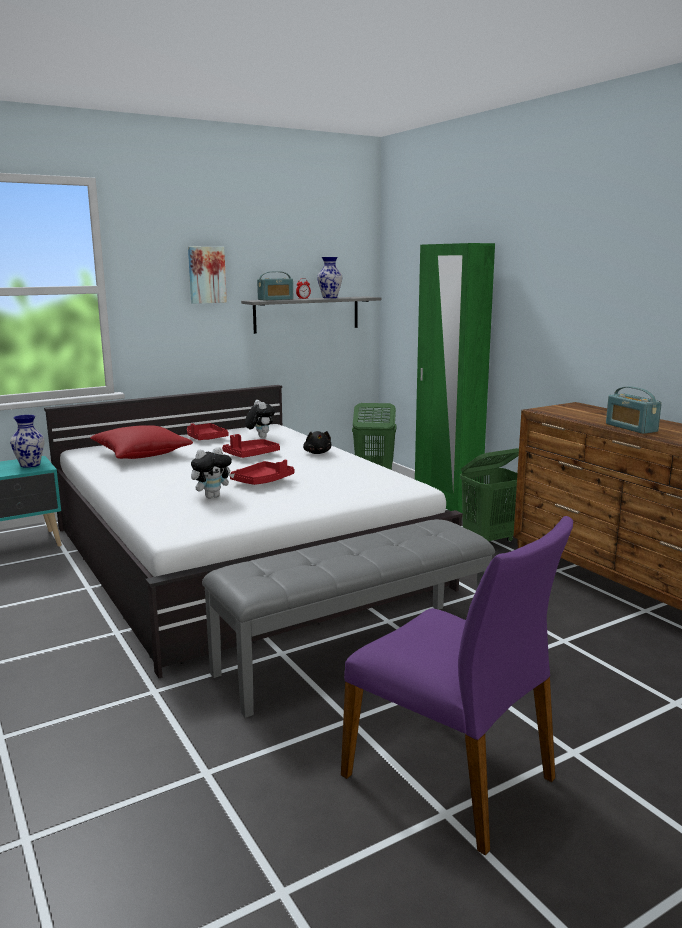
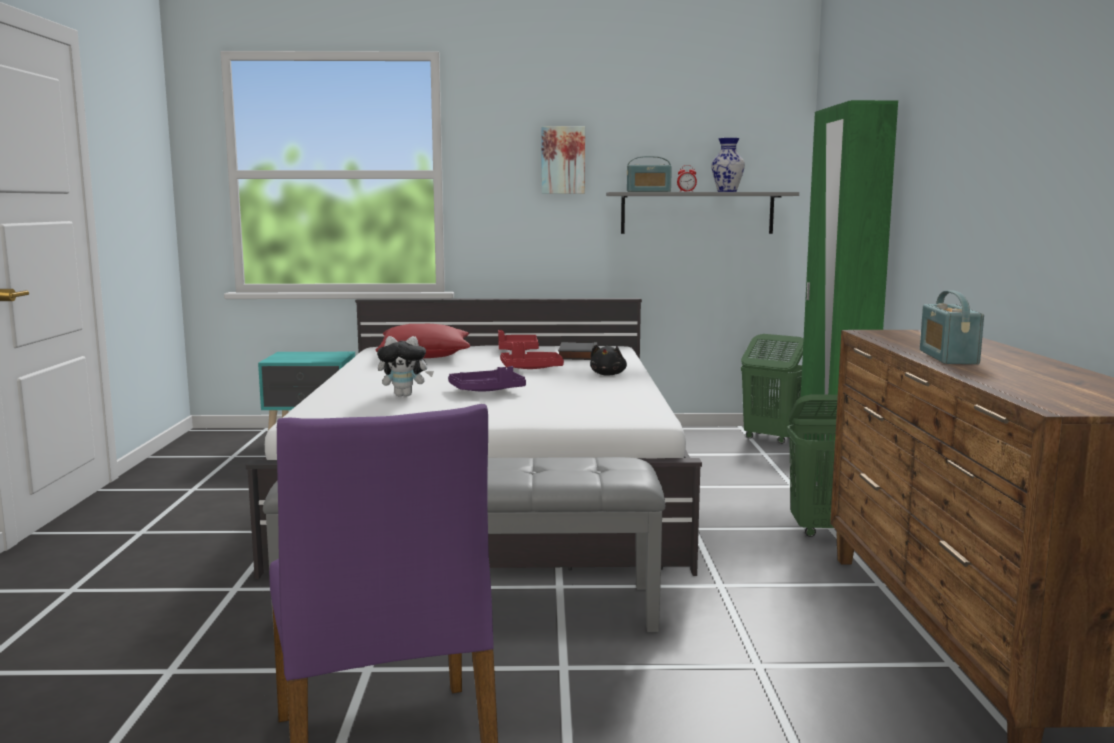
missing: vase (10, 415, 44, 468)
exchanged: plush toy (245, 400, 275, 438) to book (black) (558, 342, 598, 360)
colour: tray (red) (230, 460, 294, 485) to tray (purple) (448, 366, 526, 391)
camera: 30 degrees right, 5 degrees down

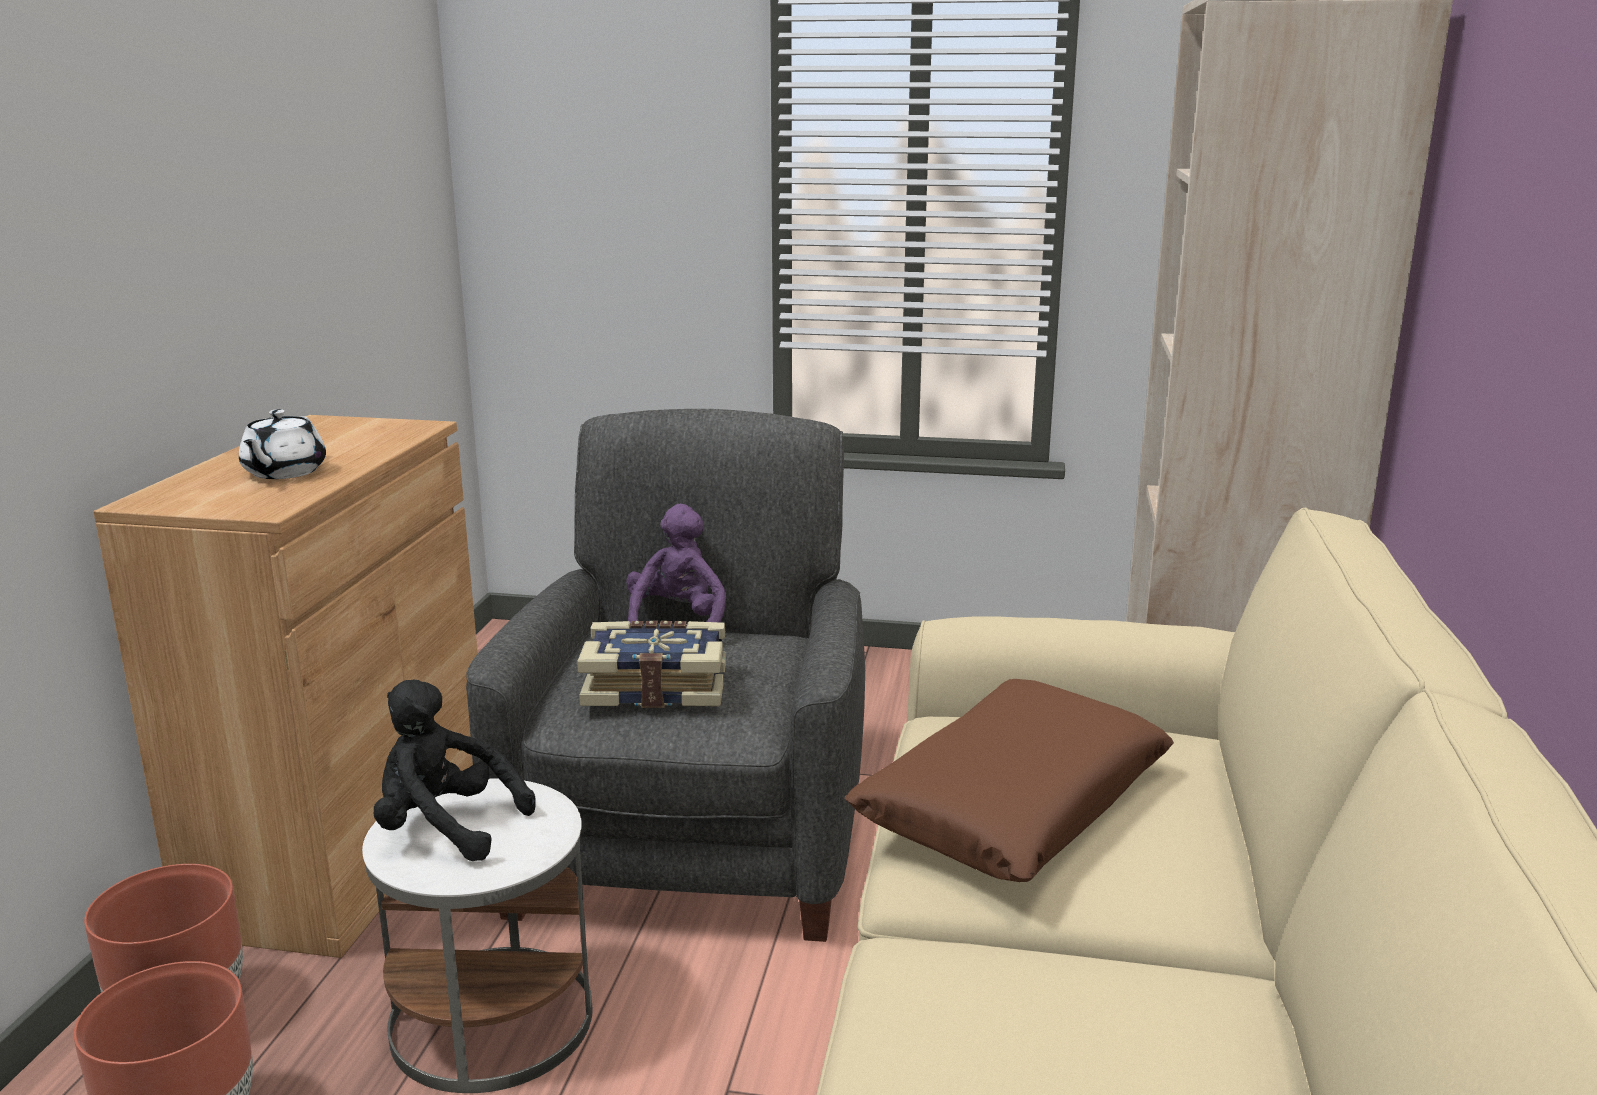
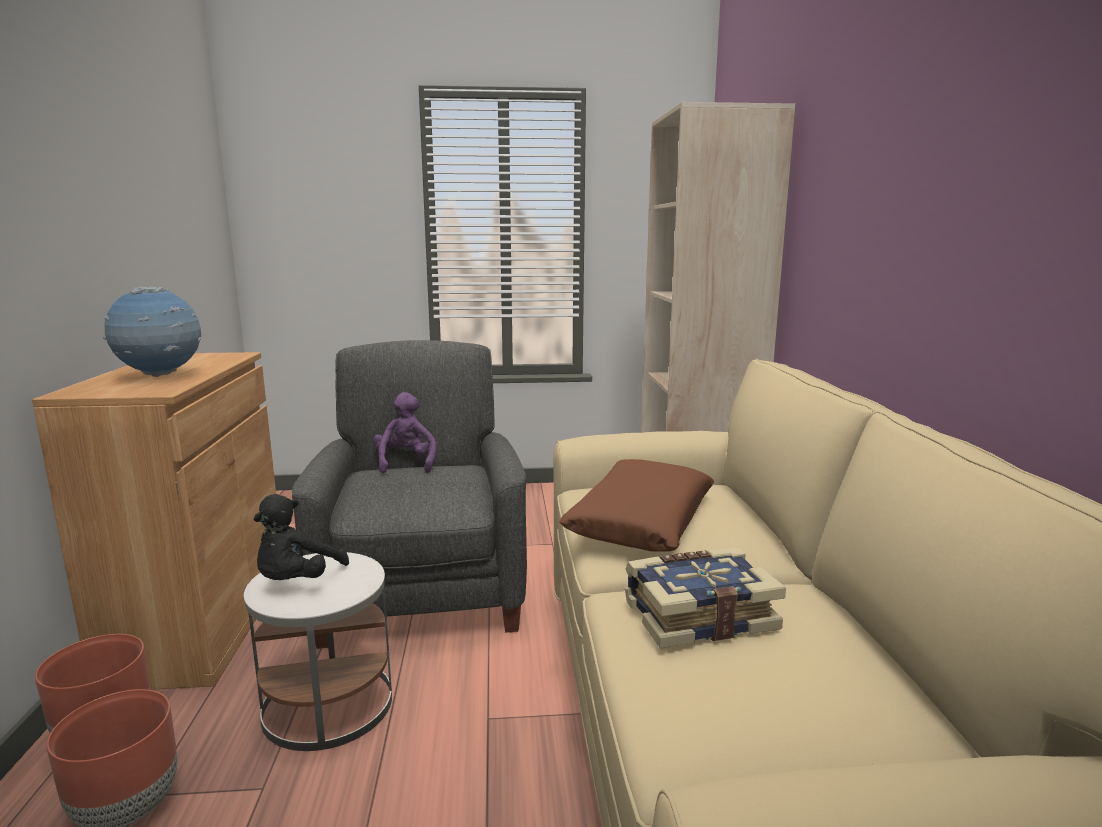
relocated: book (577, 621, 726, 708) to (625, 548, 786, 649)
exchanged: teapot (white) (239, 409, 326, 479) to globe (103, 286, 201, 377)
spun: plush toy (black) (374, 680, 536, 861) = (254, 494, 349, 580) 75 degrees counterclockwise
camera: 15 degrees left, 5 degrees down

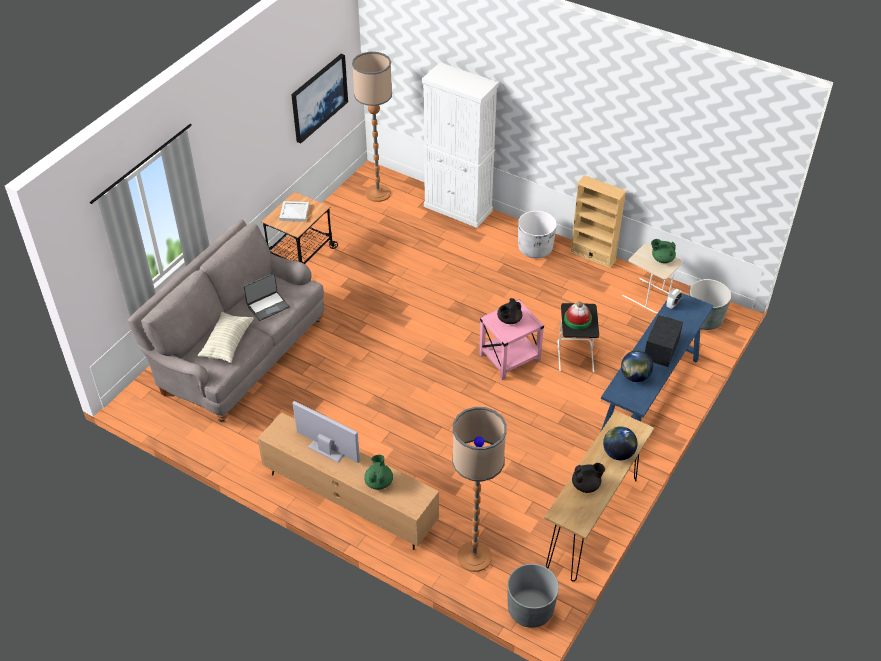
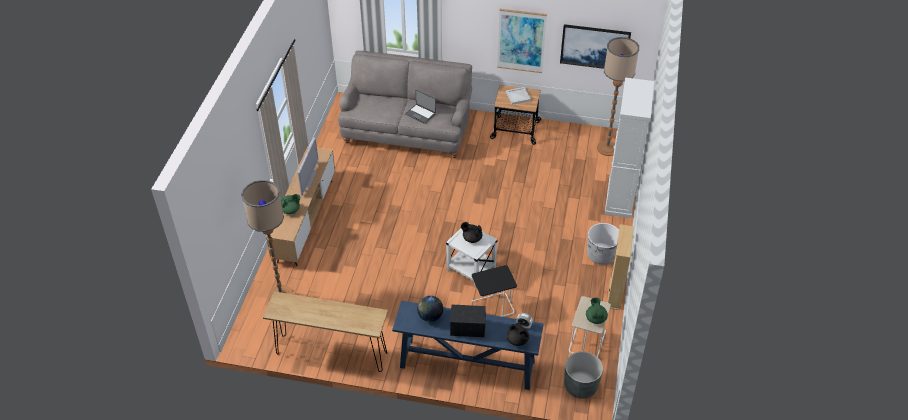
missing: pillow (198, 312, 254, 363); planter (grey) (507, 564, 559, 628); hat (564, 302, 592, 329); globe (603, 426, 638, 460)
appeared: picture (497, 9, 547, 73)
relocated: teapot (black) (572, 463, 605, 493) to (507, 322, 529, 346)
colour: side table (pink) (479, 300, 544, 380) to side table (white) (446, 228, 498, 287)
camera: 70 degrees right, 0 degrees up

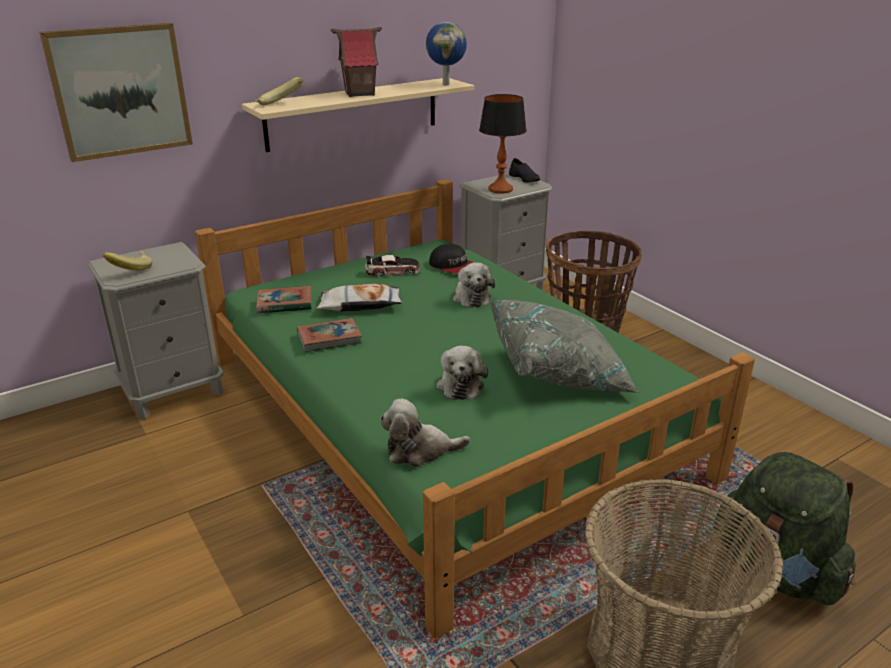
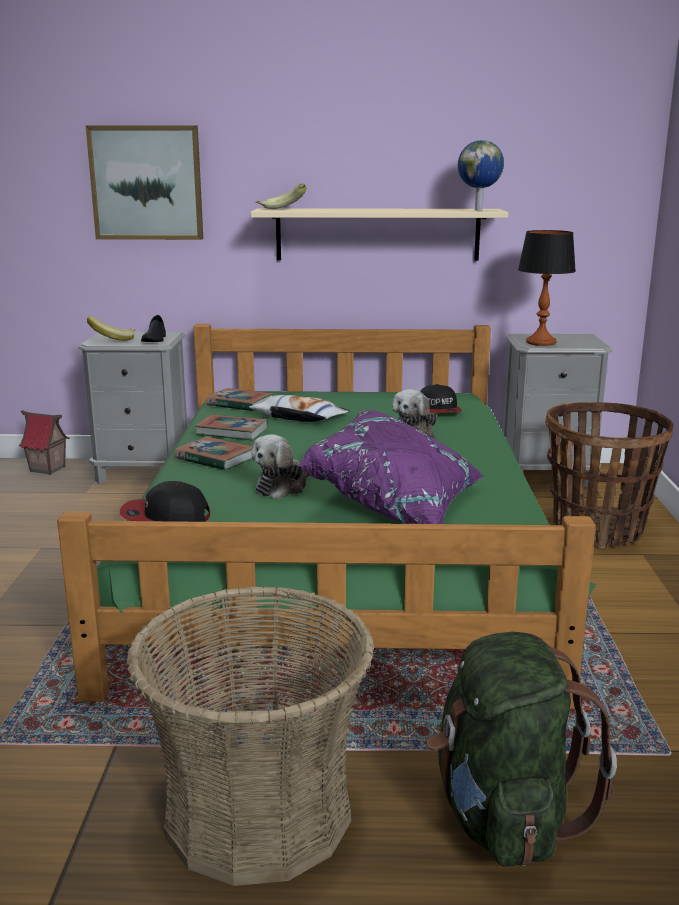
missing: toy car (365, 255, 420, 277)
appeared: book (175, 437, 253, 471)
relocated: toy house (331, 27, 382, 97) to (19, 410, 69, 475); shoe (black) (509, 158, 540, 183) to (141, 315, 166, 342)
exchanged: plush toy (380, 399, 470, 467) to cap (120, 481, 210, 522)
colour: pillow (grey) (490, 300, 640, 393) to pillow (purple) (299, 410, 484, 524)
camera: 35 degrees right, 10 degrees down

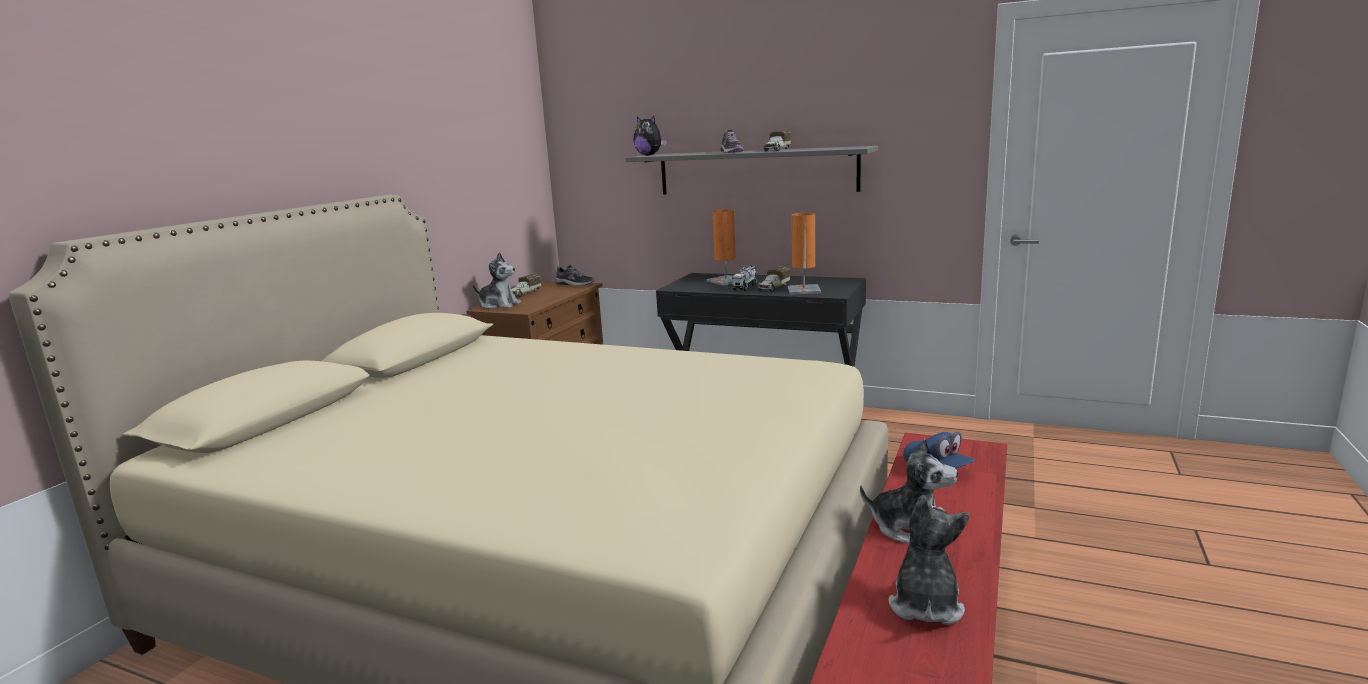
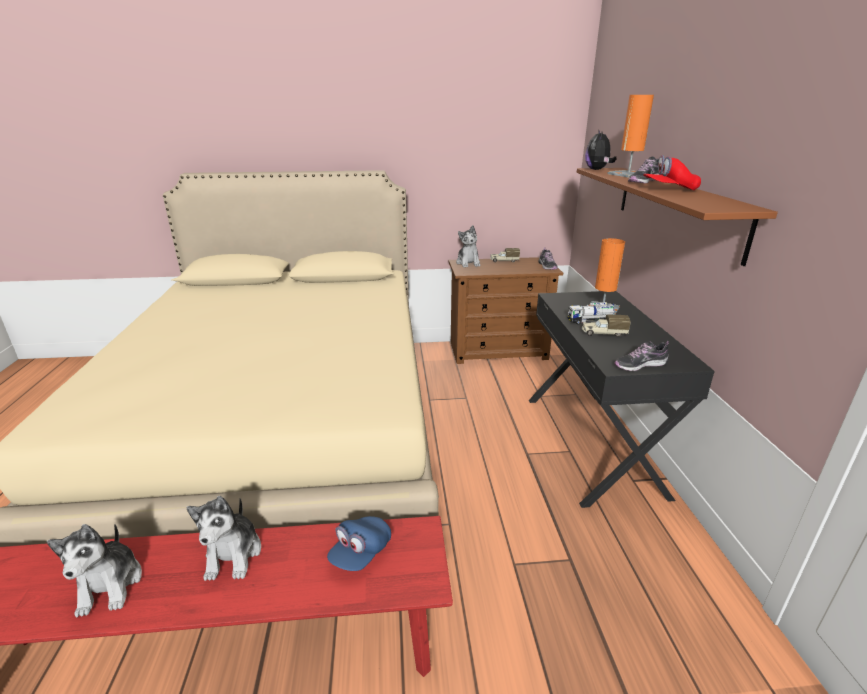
appeared: shoe (614, 340, 669, 371)
relocated: table lamp (orange) (788, 213, 821, 295) to (607, 95, 654, 178)
exchanged: toy truck (763, 130, 791, 151) to cap (red) (643, 155, 701, 190)
colour: shelf (grey) (625, 146, 878, 195) to shelf (brown) (577, 168, 778, 266)
spun: plush toy (888, 495, 970, 625) = (47, 524, 142, 617) 90 degrees clockwise
camera: 60 degrees right, 10 degrees up

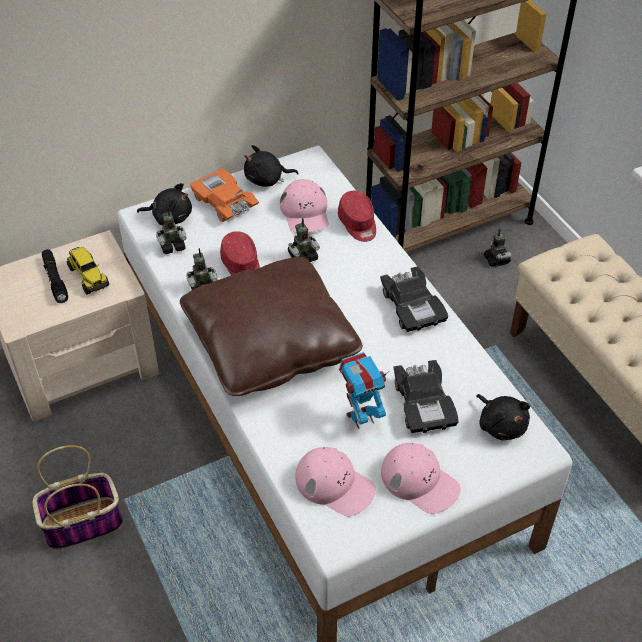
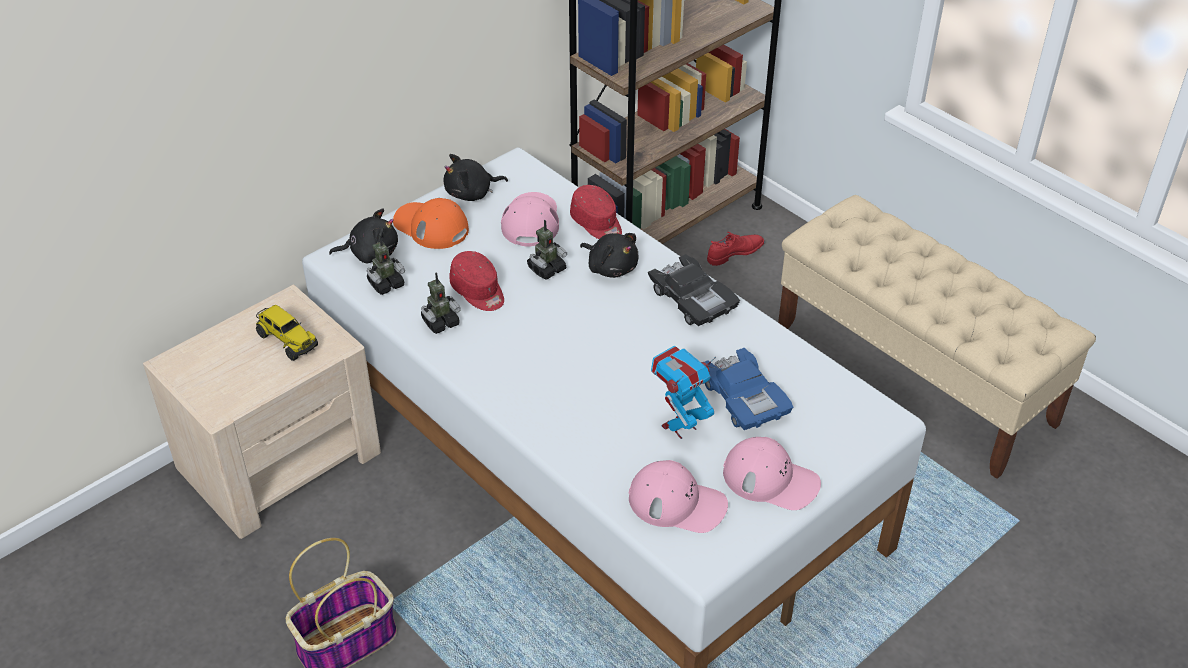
missing: flashlight (black) (42, 249, 68, 303); pillow (brown) (180, 257, 363, 396)
relocated: plush toy (black) (476, 394, 530, 440) to (580, 233, 638, 278)
exchanged: toy car (orange) (190, 169, 259, 222) to cap (orange) (393, 198, 469, 249); toy robot (484, 229, 511, 267) to shoe (red) (707, 232, 765, 266)
colour: toy car (black) (393, 360, 459, 433) to toy car (blue) (705, 348, 793, 430)
spun: cap (pink) (280, 179, 329, 232) = (501, 192, 559, 247) 150 degrees counterclockwise
camera: 15 degrees left, 5 degrees down

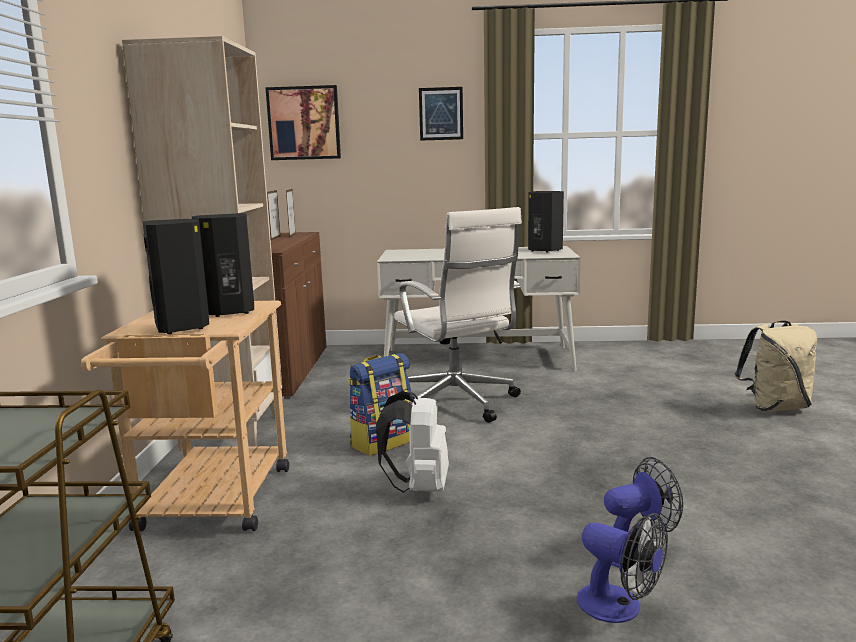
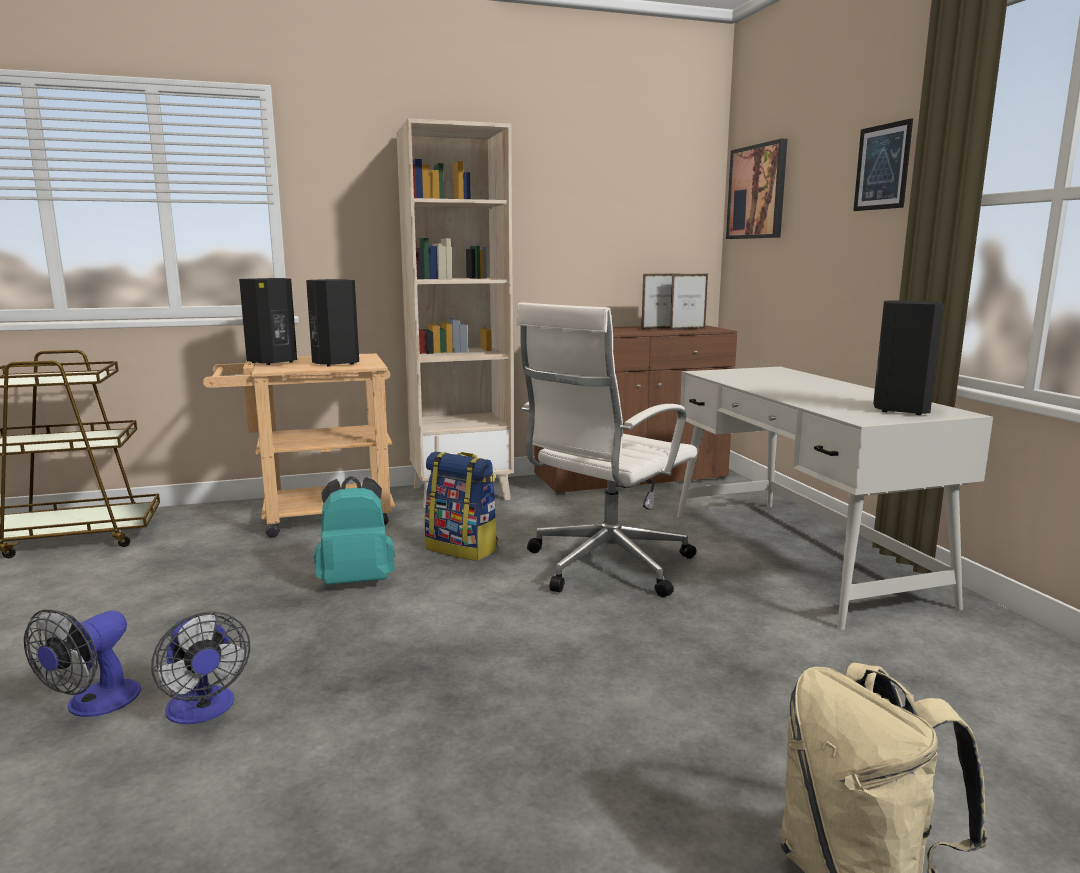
colour: backpack (white) (376, 391, 449, 493) to backpack (turquoise) (314, 476, 395, 585)
camera: 70 degrees right, 0 degrees up

